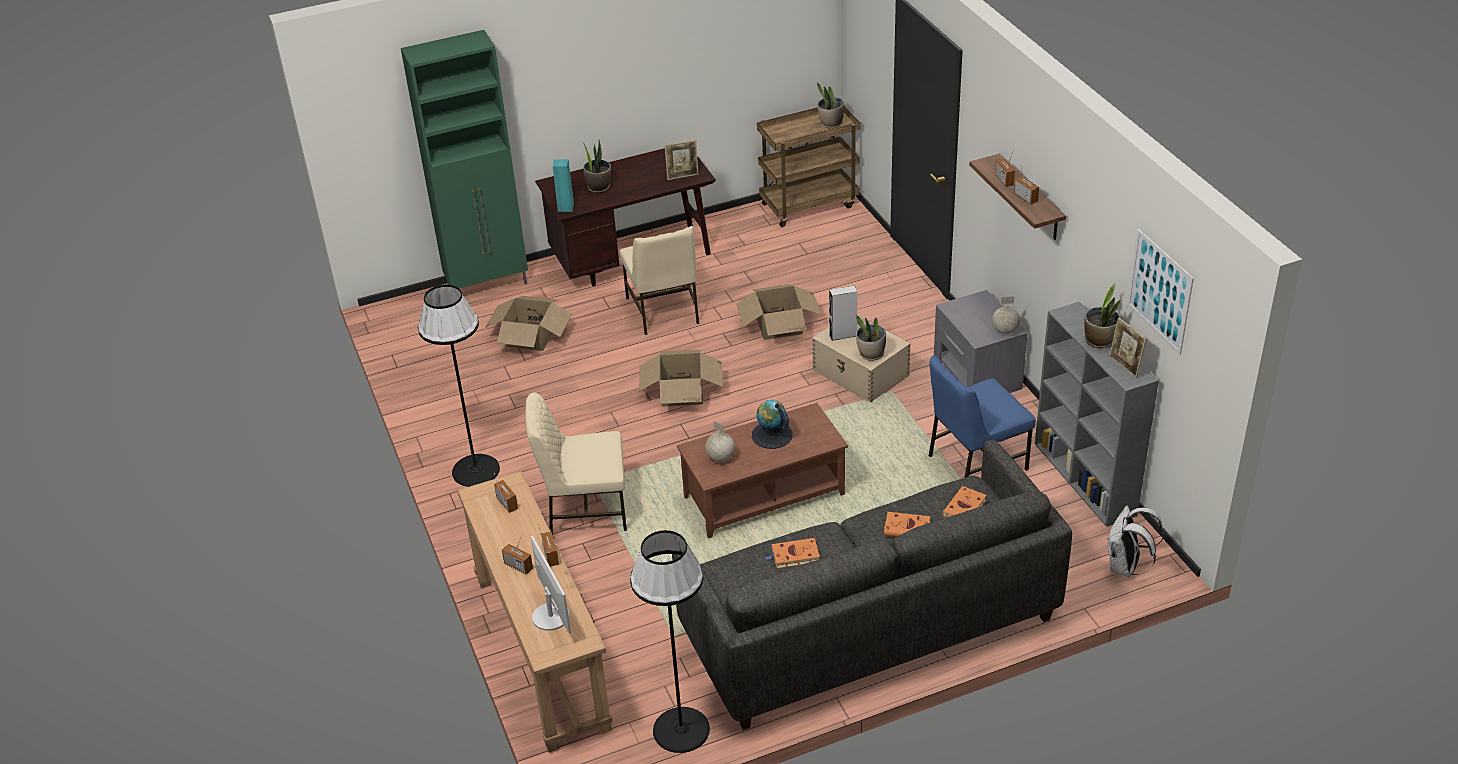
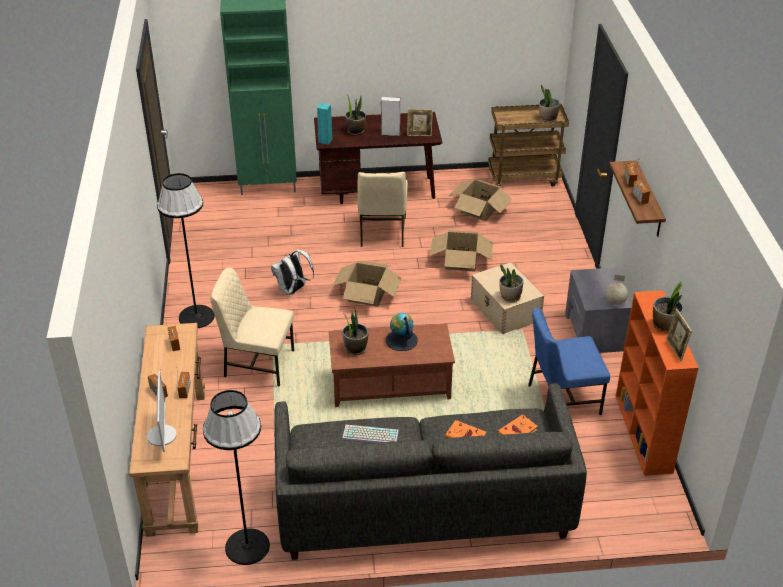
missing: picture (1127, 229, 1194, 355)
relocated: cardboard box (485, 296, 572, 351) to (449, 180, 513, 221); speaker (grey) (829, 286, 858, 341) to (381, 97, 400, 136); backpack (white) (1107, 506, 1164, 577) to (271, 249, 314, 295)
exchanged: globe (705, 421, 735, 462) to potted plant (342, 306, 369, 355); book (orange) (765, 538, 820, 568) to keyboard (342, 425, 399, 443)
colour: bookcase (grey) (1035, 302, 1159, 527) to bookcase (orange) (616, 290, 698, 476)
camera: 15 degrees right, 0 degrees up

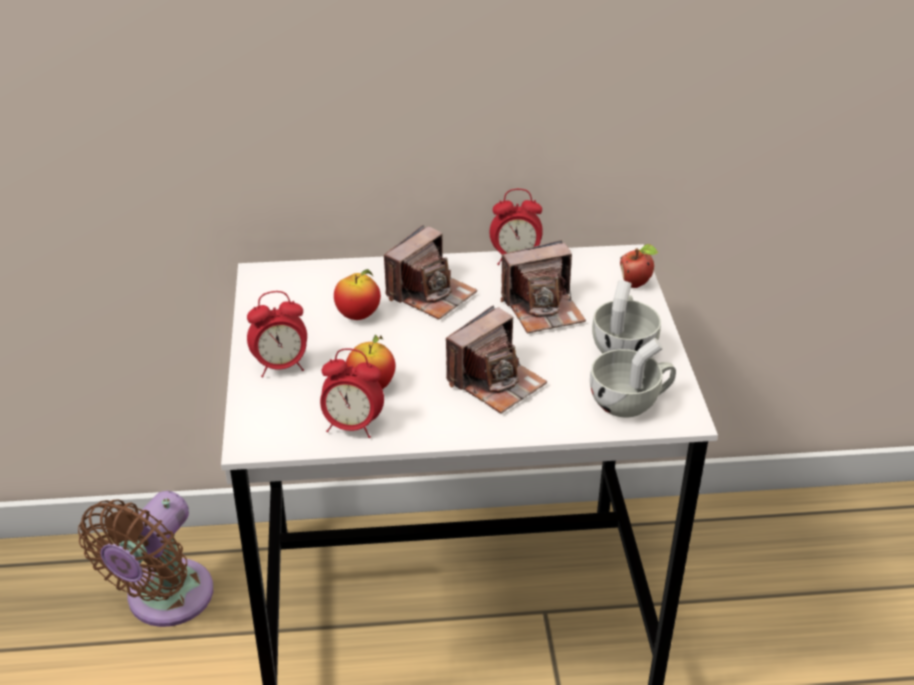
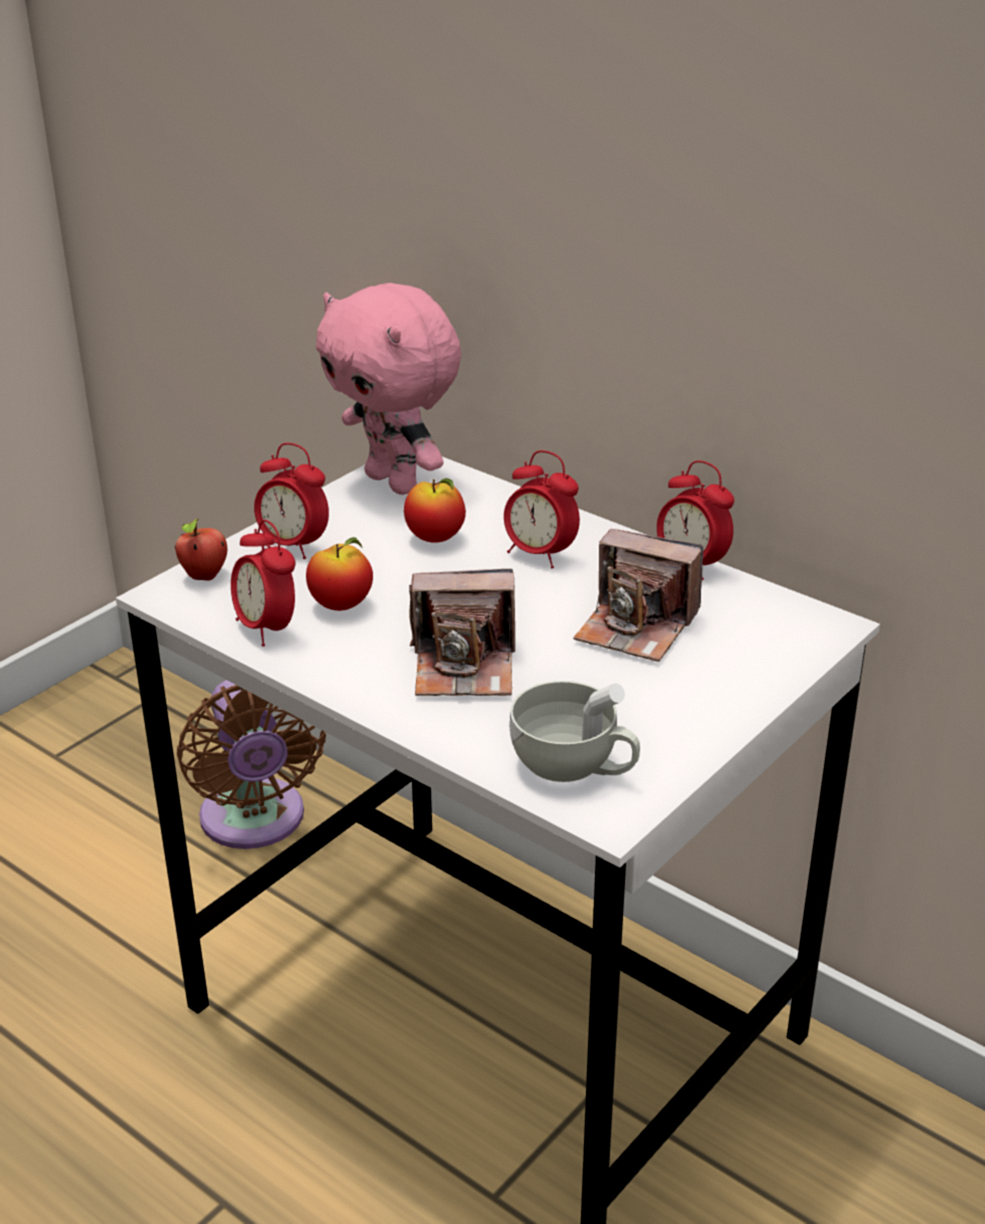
missing: cup (white) (592, 280, 661, 354)
appeared: plush toy (pink) (316, 283, 461, 495)
relocated: apple (620, 244, 658, 288) to (175, 519, 227, 581)
exchanged: photo camera (384, 225, 477, 319) to alarm clock (504, 450, 580, 568)
spun: fan (brown) (78, 491, 213, 627) = (177, 680, 326, 849) 90 degrees counterclockwise
camera: 45 degrees right, 5 degrees down

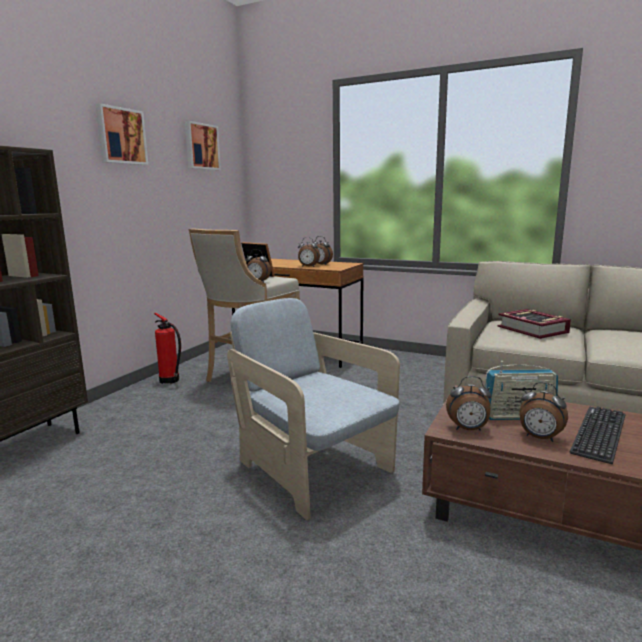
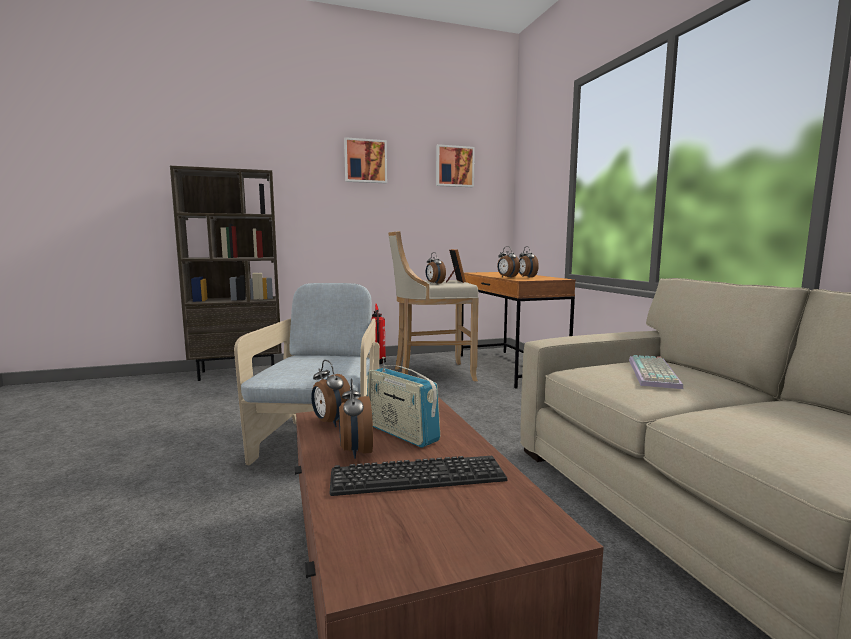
exchanged: book (498, 309, 571, 339) to keyboard (629, 355, 683, 389)
camera: 45 degrees right, 5 degrees down

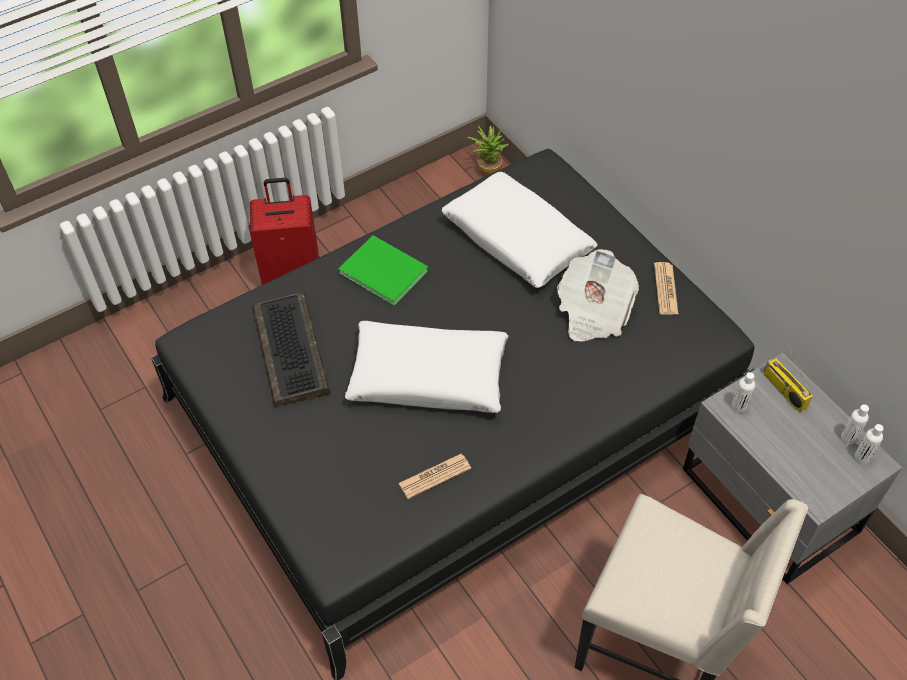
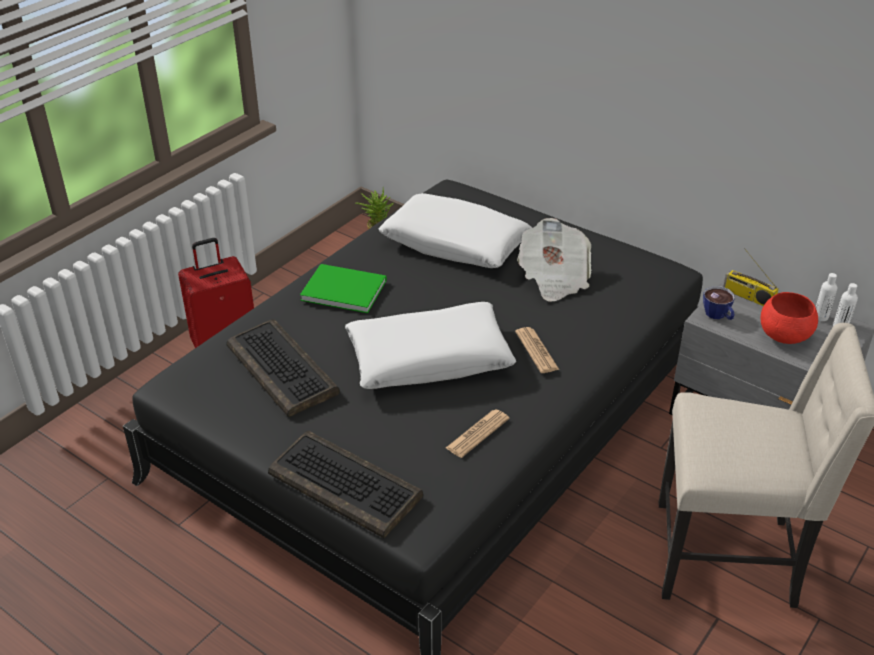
appeared: keyboard (268, 431, 423, 538); bowl (red) (761, 292, 818, 344)
relocated: newspaper (654, 262, 679, 315) to (515, 327, 559, 373)
exchanged: bottle (white) (731, 372, 755, 413) to cup (703, 286, 735, 320)
camera: 20 degrees left, 15 degrees down

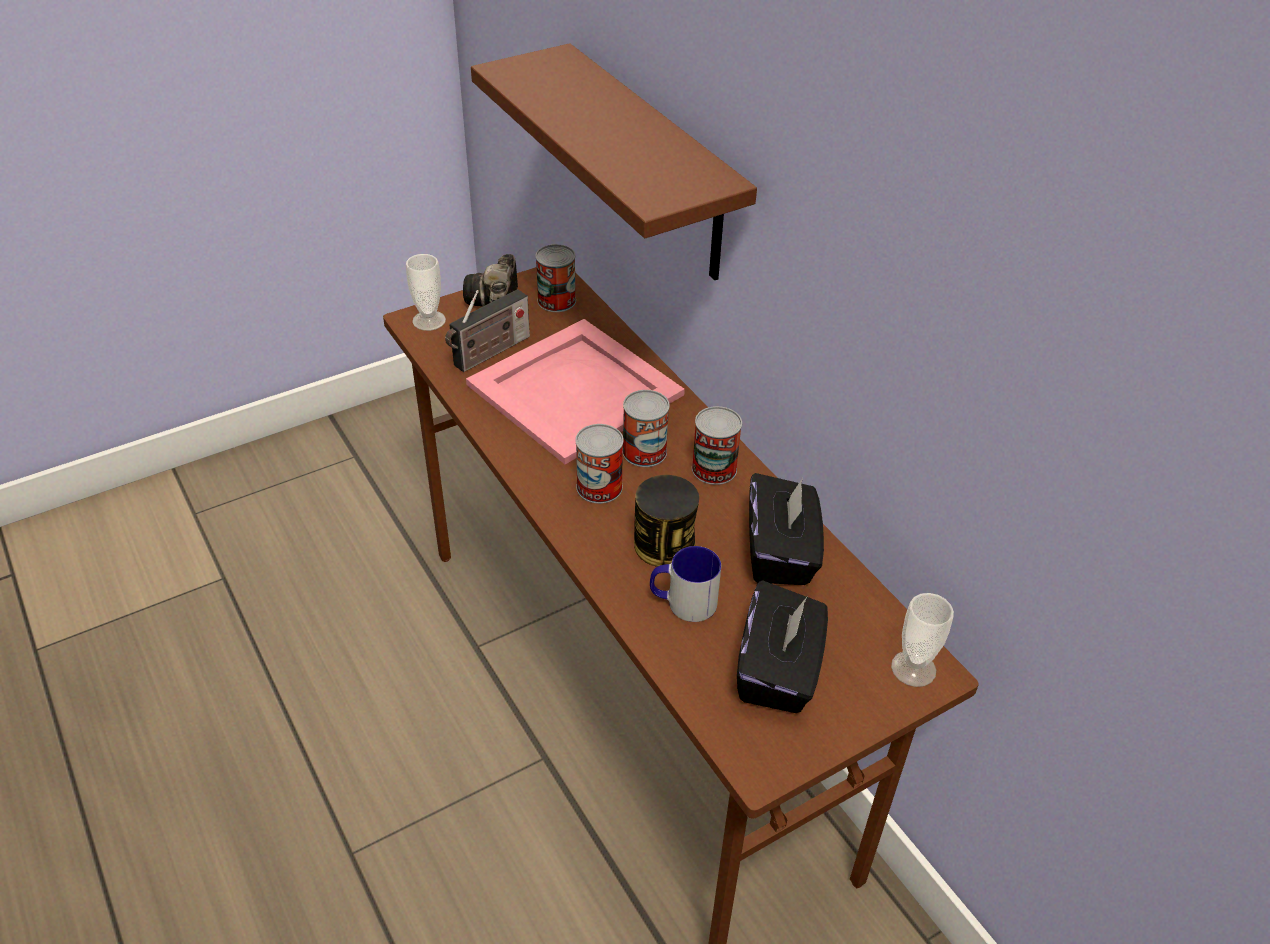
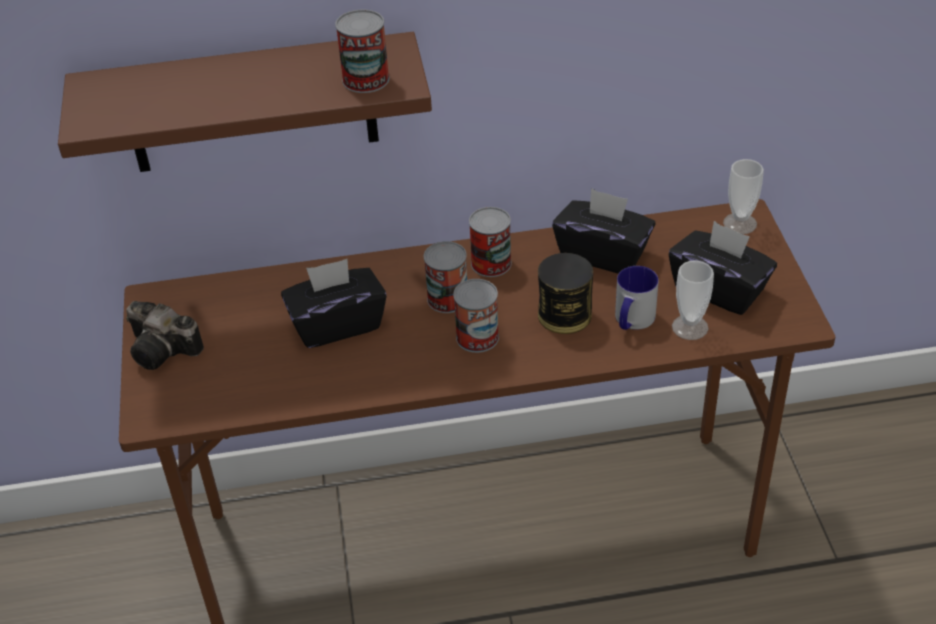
missing: radio (445, 289, 530, 372)
relocated: cup (406, 254, 446, 331) to (672, 260, 714, 340); can (535, 244, 576, 312) to (335, 9, 390, 93)
exchanged: tray (pink) (466, 319, 685, 464) to tissue box (black) (281, 259, 387, 348)
camera: 65 degrees left, 0 degrees up

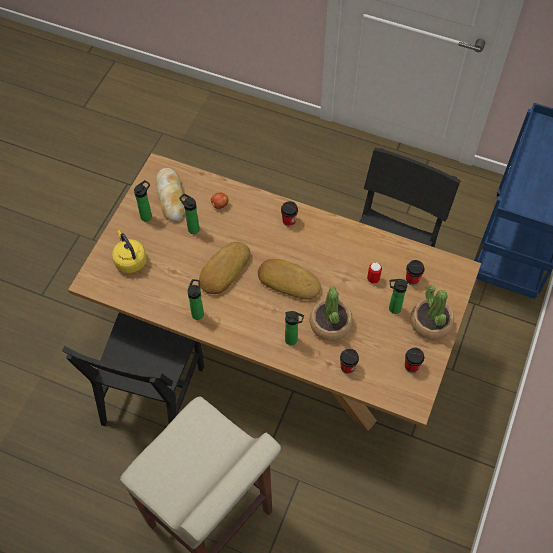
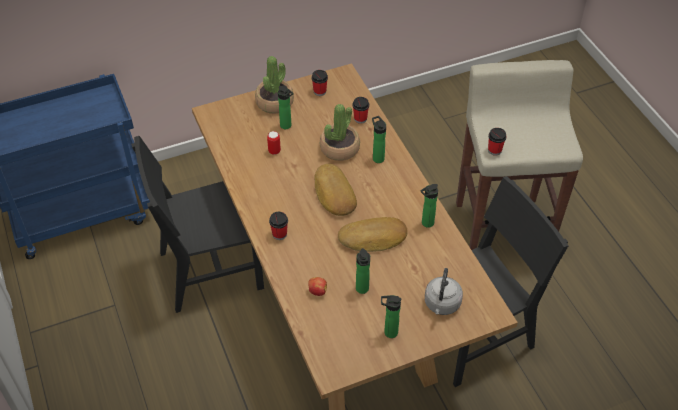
missing: bread (156, 168, 184, 221)
relocated: cup (406, 260, 425, 285) to (488, 128, 507, 156)
colour: kettle (yellow) (112, 230, 147, 273) to kettle (grey) (425, 268, 463, 315)
camera: 135 degrees left, 10 degrees down

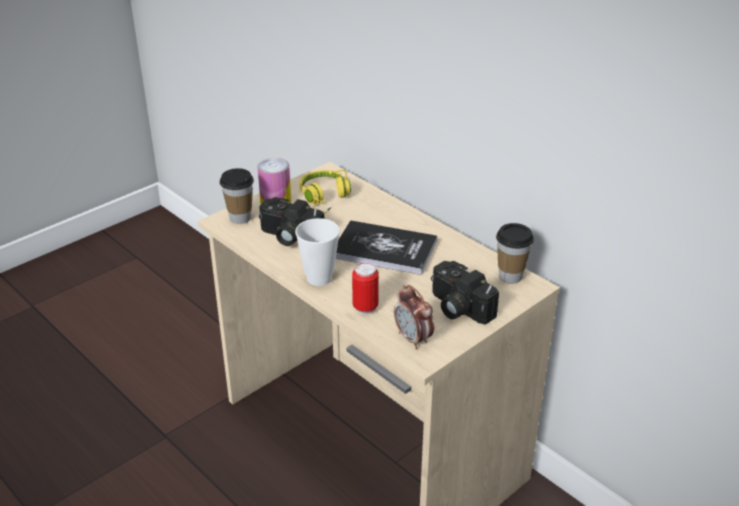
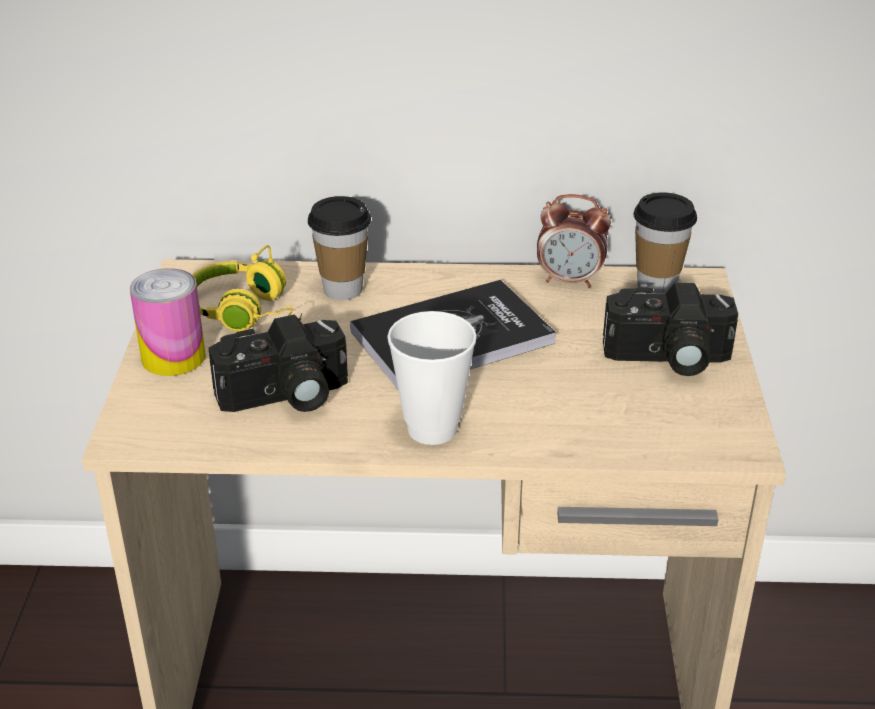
missing: can (352, 263, 379, 314)
relocated: cup (220, 168, 254, 224) to (308, 196, 371, 300); alarm clock (394, 285, 434, 349) to (537, 194, 611, 288)
camera: 45 degrees left, 0 degrees up

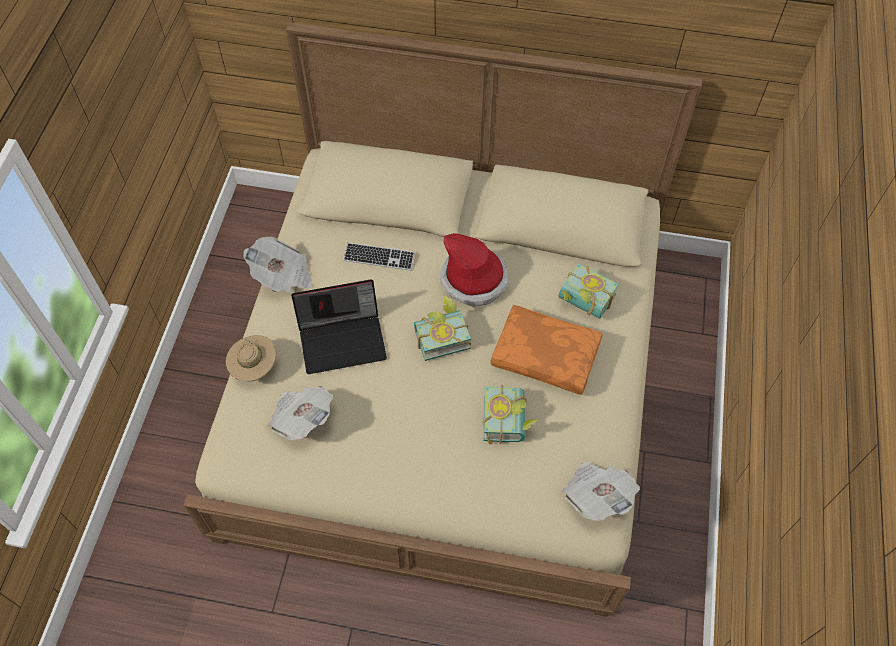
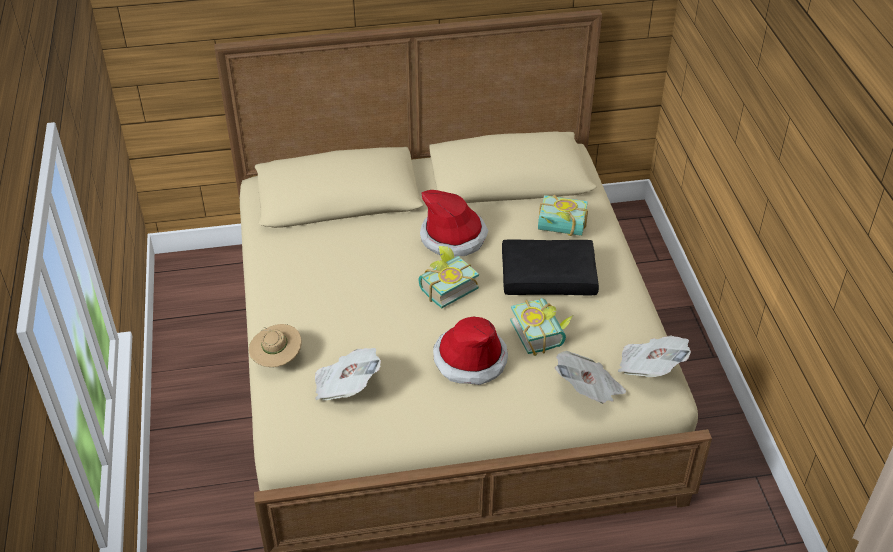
missing: laptop (291, 279, 387, 374); keyboard (344, 242, 415, 271)
appeared: hat (433, 317, 508, 385)
relocated: newspaper (243, 236, 313, 292) to (555, 351, 626, 404)
colour: pillow (orange) (490, 305, 603, 395) to pillow (black) (502, 239, 599, 295)
camera: 20 degrees left, 15 degrees down

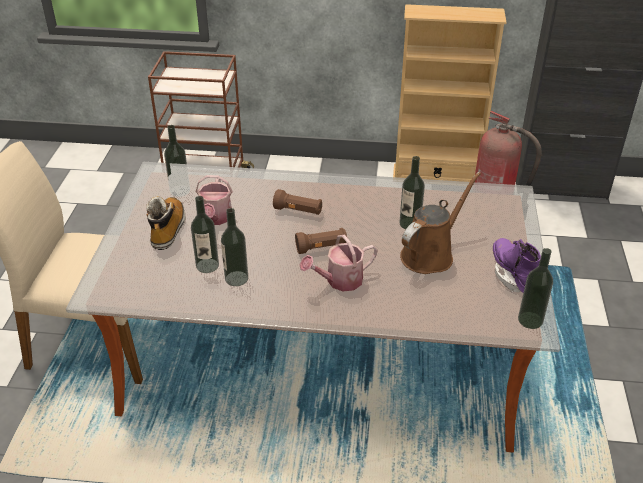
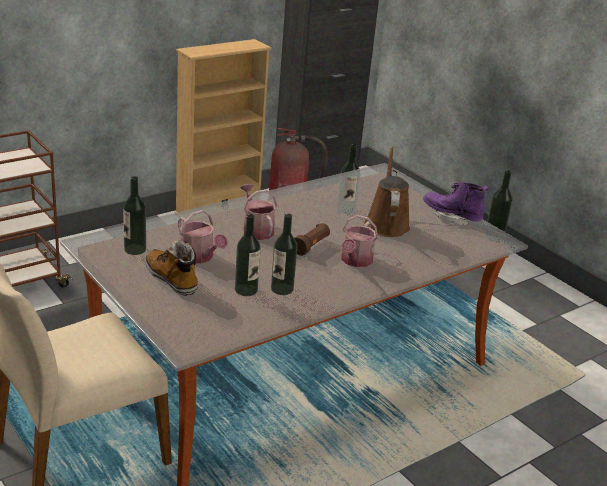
exchanged: flashlight (brown) (273, 189, 322, 215) to watering can (240, 184, 277, 240)
camera: 45 degrees left, 10 degrees down

